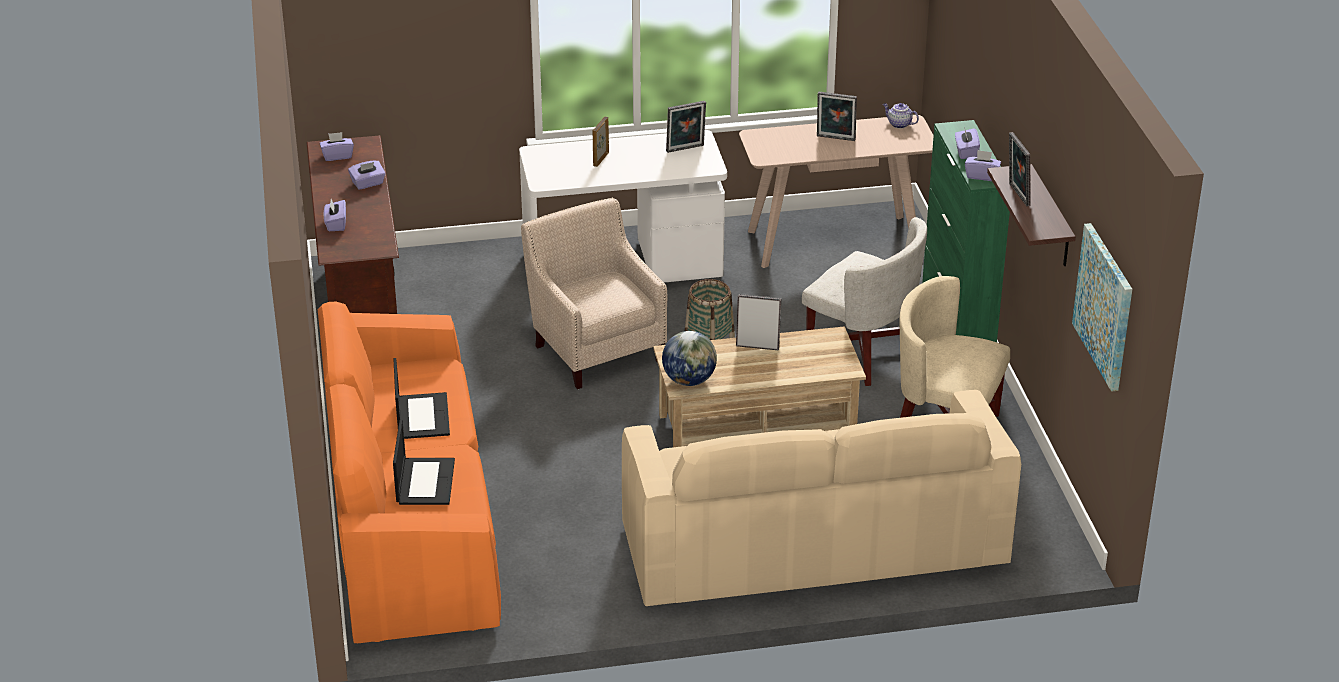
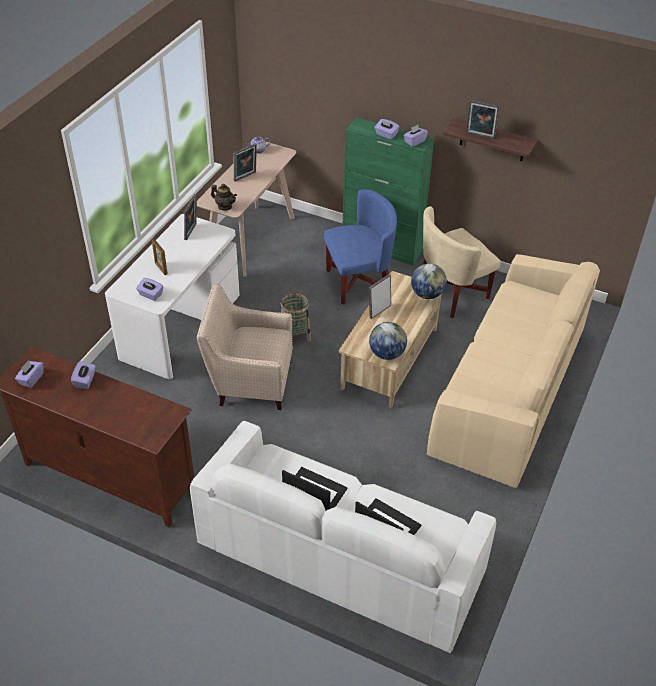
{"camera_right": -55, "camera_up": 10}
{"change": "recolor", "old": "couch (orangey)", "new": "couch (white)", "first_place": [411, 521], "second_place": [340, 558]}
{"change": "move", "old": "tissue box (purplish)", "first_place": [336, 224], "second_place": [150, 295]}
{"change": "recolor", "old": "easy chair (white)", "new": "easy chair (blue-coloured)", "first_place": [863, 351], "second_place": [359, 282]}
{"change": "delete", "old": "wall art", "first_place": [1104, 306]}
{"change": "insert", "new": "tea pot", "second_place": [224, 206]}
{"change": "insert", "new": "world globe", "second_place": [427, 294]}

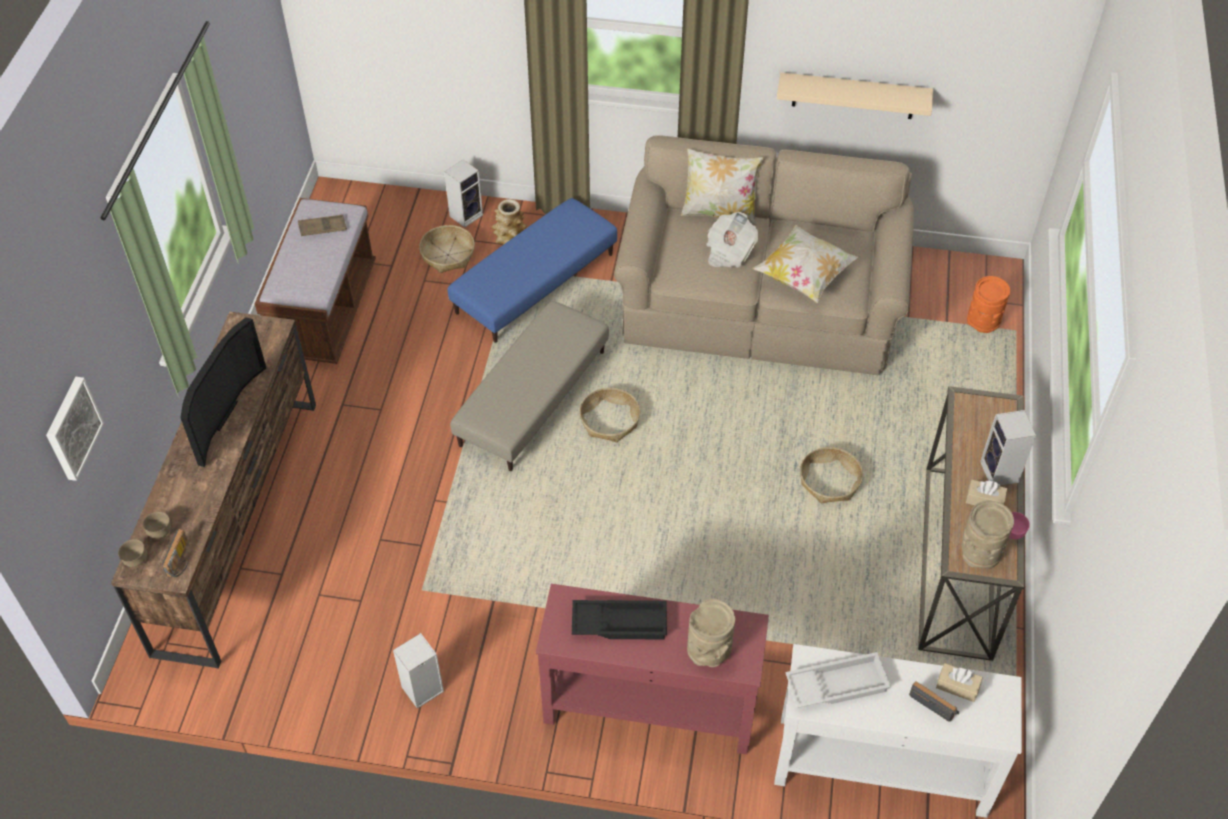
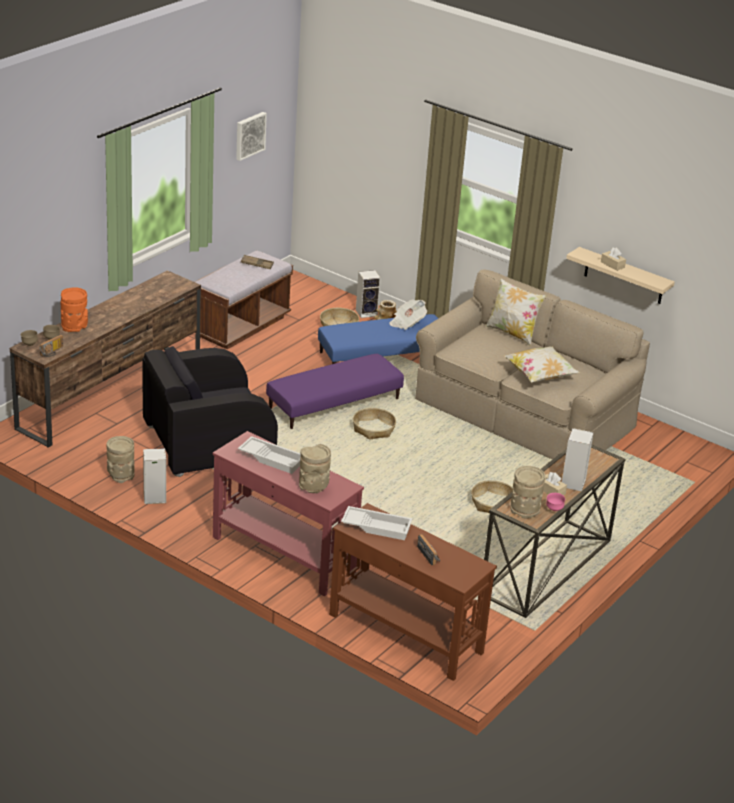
{"camera_right": 25, "camera_up": -20}
{"change": "move", "old": "wall art", "first_place": [71, 428], "second_place": [249, 135]}
{"change": "delete", "old": "TV set", "first_place": [218, 414]}
{"change": "recolor", "old": "pouffe (beige)", "new": "pouffe (purplish)", "first_place": [532, 397], "second_place": [334, 403]}
{"change": "recolor", "old": "carrying tray (black-coloured)", "new": "carrying tray (white)", "first_place": [620, 622], "second_place": [272, 458]}
{"change": "move", "old": "printed paper", "first_place": [728, 251], "second_place": [407, 323]}
{"change": "recolor", "old": "hall table (white)", "new": "hall table (brown)", "first_place": [880, 765], "second_place": [405, 633]}
{"change": "move", "old": "tissue box (beige)", "first_place": [957, 686], "second_place": [612, 265]}
{"change": "move", "old": "decorative vase (orangey)", "first_place": [984, 320], "second_place": [75, 326]}
{"change": "insert", "new": "decorative vase (beige)", "second_place": [120, 475]}
{"change": "insert", "new": "easy chair (black-coloured)", "second_place": [207, 443]}

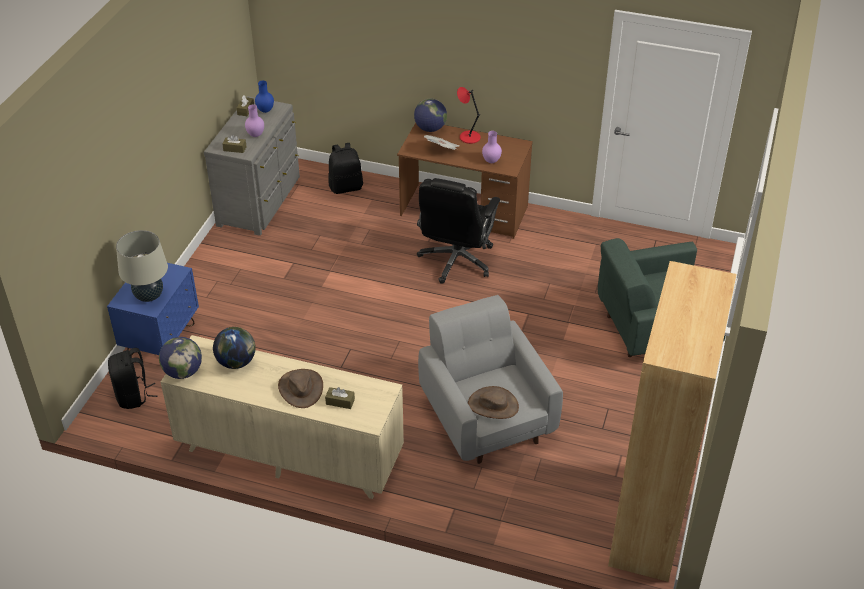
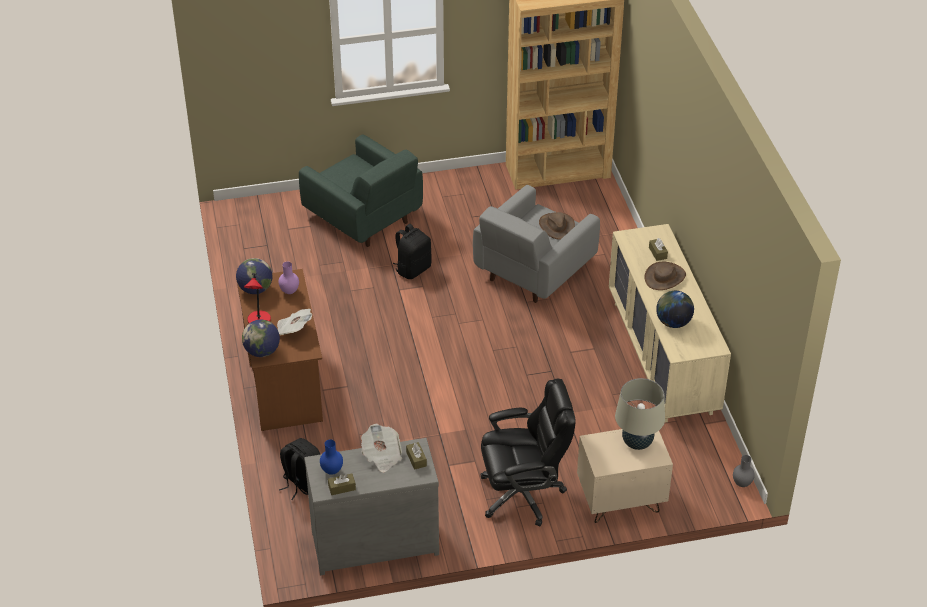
{"camera_right": -120, "camera_up": 0}
{"change": "recolor", "old": "nightstand (blue-coloured)", "new": "nightstand (beige)", "first_place": [161, 340], "second_place": [620, 502]}
{"change": "move", "old": "backpack (black-coloured)", "first_place": [133, 396], "second_place": [413, 269]}
{"change": "move", "old": "world globe", "first_place": [183, 372], "second_place": [255, 289]}
{"change": "replace", "old": "decorative vase (purplish)", "new": "printed paper", "first_place": [255, 135], "second_place": [382, 456]}
{"change": "move", "old": "office chair (black-coloured)", "first_place": [456, 261], "second_place": [523, 494]}
{"change": "insert", "new": "decorative vase (gray)", "second_place": [741, 484]}

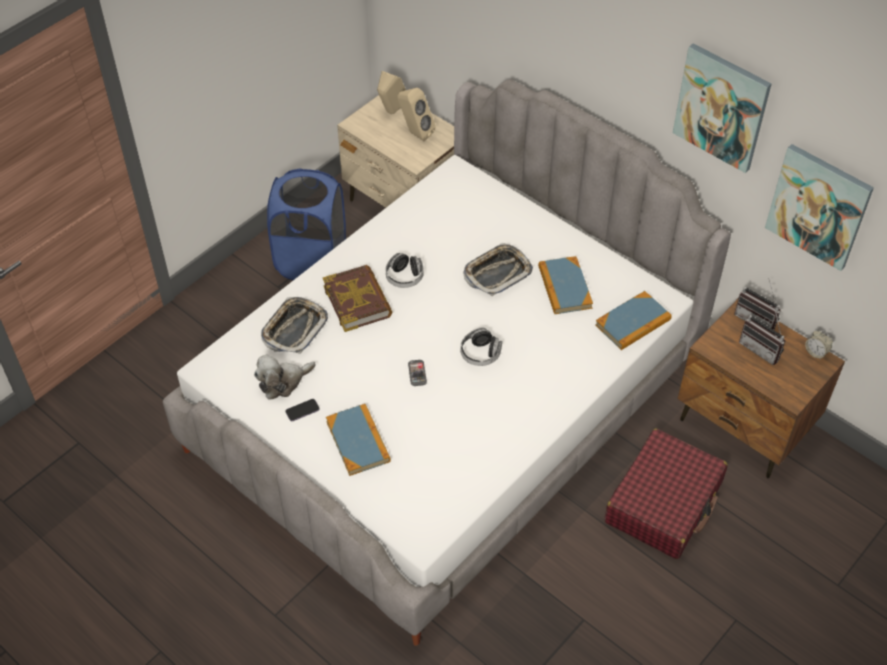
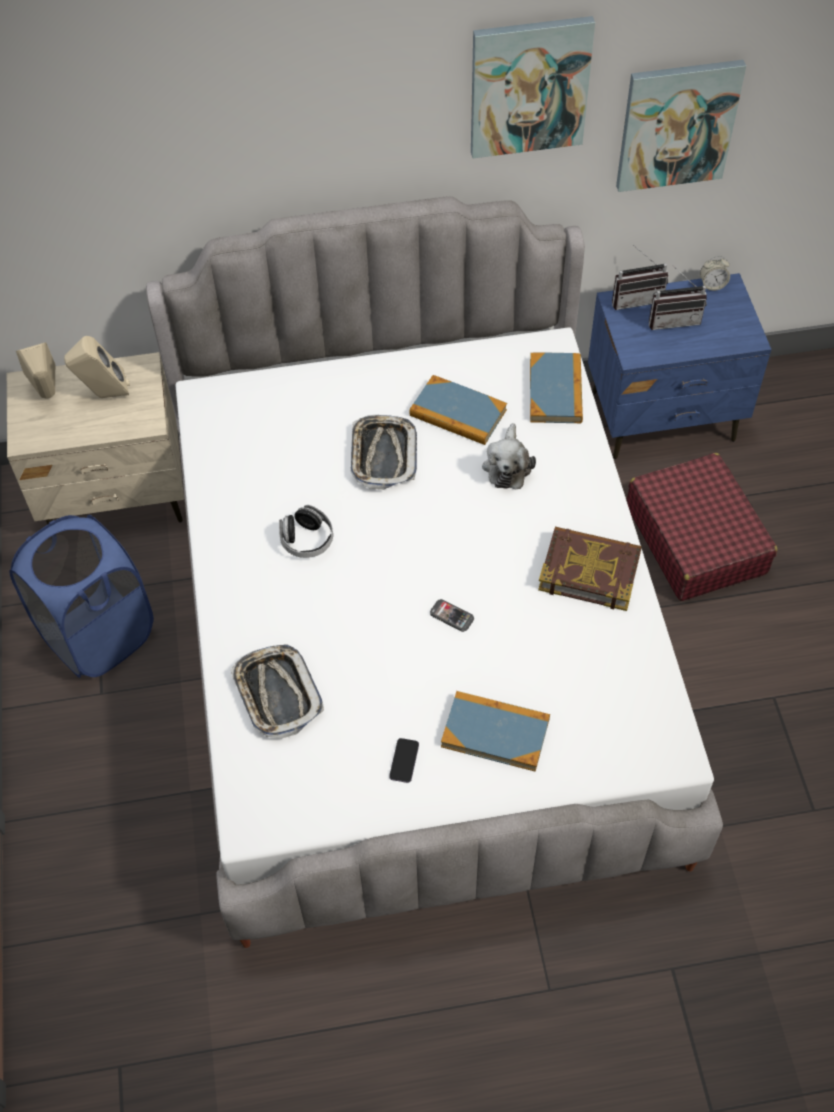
{"camera_right": -50, "camera_up": 5}
{"change": "move", "old": "soft toy", "first_place": [283, 382], "second_place": [507, 465]}
{"change": "move", "old": "bound book", "first_place": [358, 301], "second_place": [589, 571]}
{"change": "delete", "old": "headphones", "first_place": [480, 354]}
{"change": "recolor", "old": "nightstand (brown)", "new": "nightstand (blue-coloured)", "first_place": [744, 426], "second_place": [664, 416]}

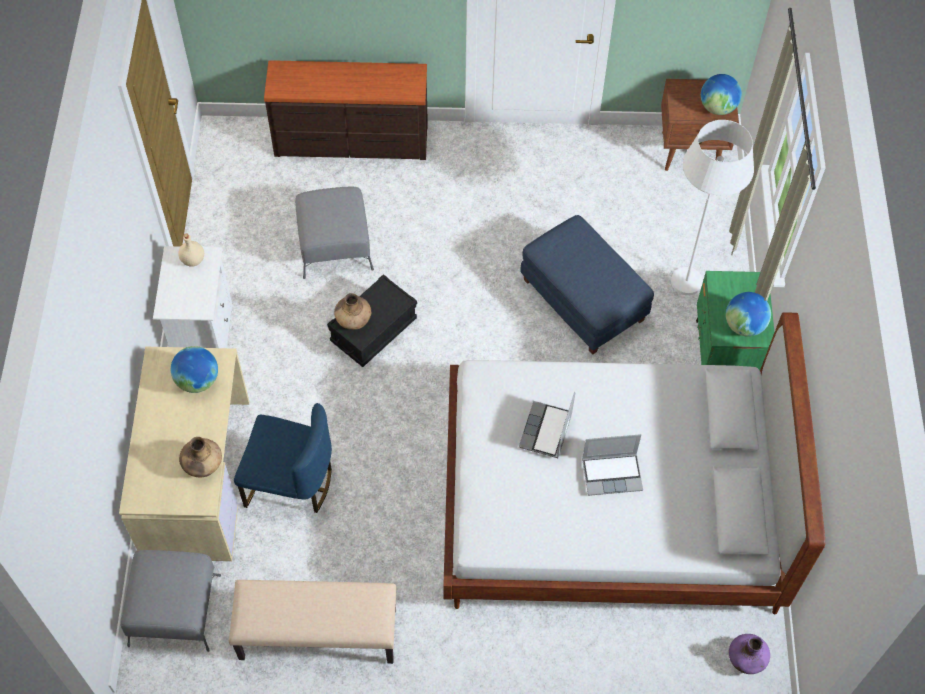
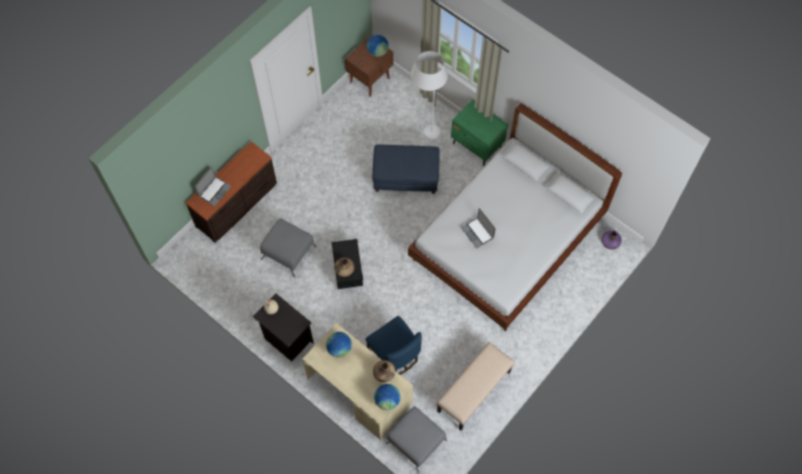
{"camera_right": -50, "camera_up": 5}
{"change": "recolor", "old": "nightstand (white)", "new": "nightstand (black-coloured)", "first_place": [203, 335], "second_place": [287, 339]}
{"change": "rotate", "old": "plain chair (blue-coloured)", "first_place": [290, 483], "second_place": [394, 354], "degrees": 90}
{"change": "move", "old": "portable computer", "first_place": [612, 473], "second_place": [215, 191]}
{"change": "move", "old": "world globe", "first_place": [744, 325], "second_place": [387, 400]}

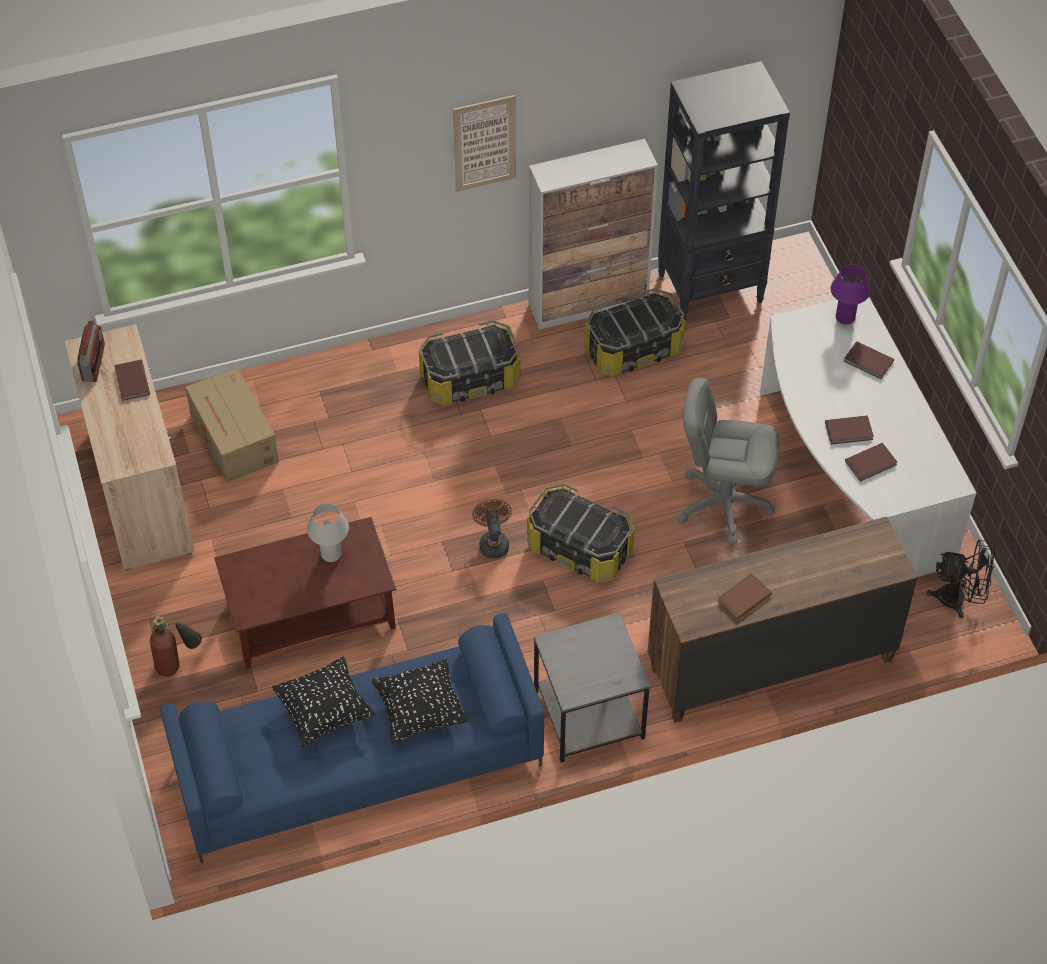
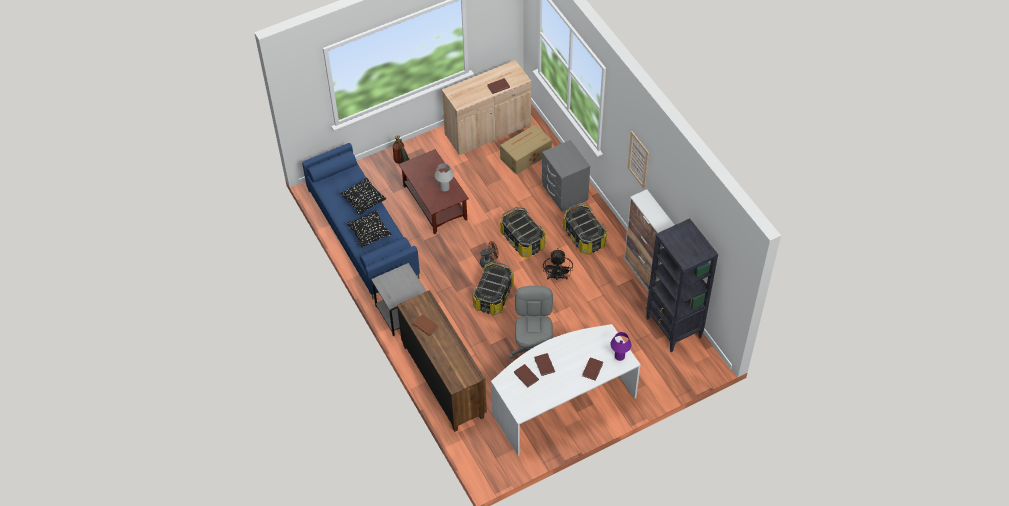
{"camera_right": 80, "camera_up": 0}
{"change": "delete", "old": "radio set", "first_place": [94, 363]}
{"change": "move", "old": "storage container", "first_place": [633, 348], "second_place": [523, 239]}
{"change": "move", "old": "fan (black-coloured)", "first_place": [959, 599], "second_place": [557, 277]}
{"change": "insert", "new": "nightstand (gray)", "second_place": [564, 193]}

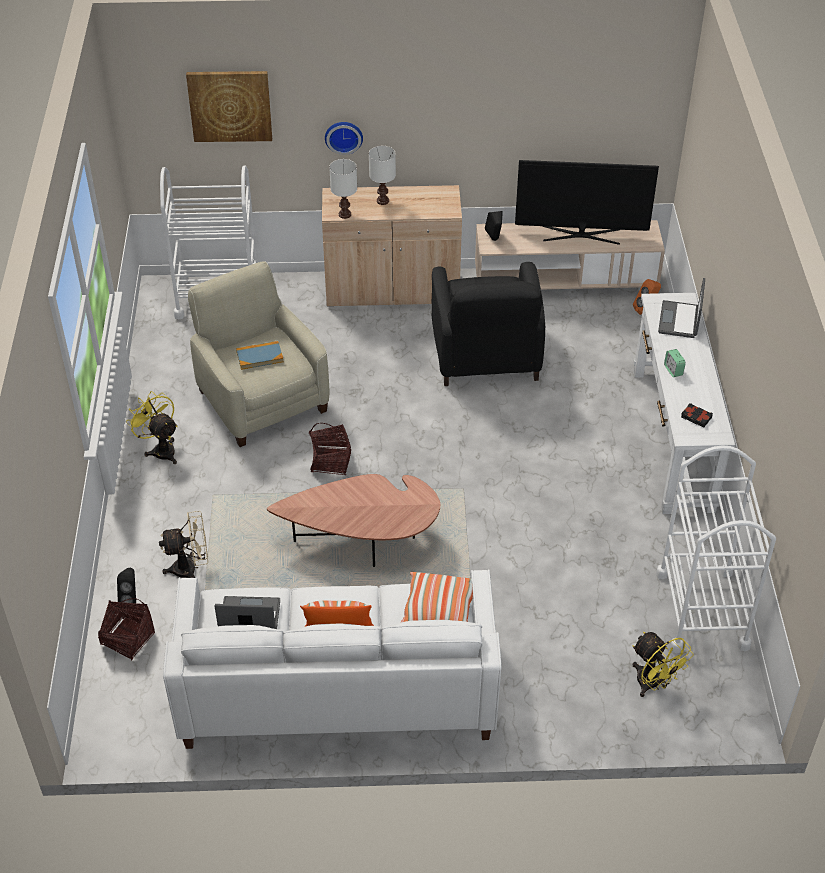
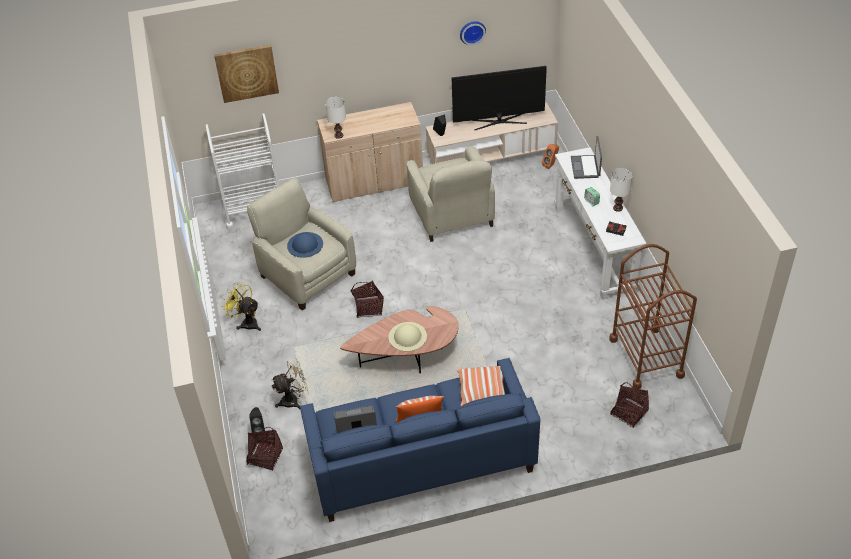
{"camera_right": -10, "camera_up": 0}
{"change": "recolor", "old": "couch (white)", "new": "couch (blue-coloured)", "first_place": [336, 688], "second_place": [420, 459]}
{"change": "replace", "old": "bound book", "new": "hat (blue-coloured)", "first_place": [259, 357], "second_place": [305, 244]}
{"change": "move", "old": "hanging clock", "first_place": [343, 136], "second_place": [472, 31]}
{"change": "move", "old": "tabletop lamp (white)", "first_place": [382, 201], "second_place": [617, 208]}
{"change": "recolor", "old": "easy chair (black-coloured)", "new": "easy chair (beige)", "first_place": [485, 354], "second_place": [452, 214]}
{"change": "replace", "old": "fan (yellow)", "new": "basket", "first_place": [653, 684], "second_place": [629, 412]}
{"change": "recolor", "old": "wheeled cart (white)", "new": "wheeled cart (brown)", "first_place": [702, 609], "second_place": [646, 357]}
{"change": "insert", "new": "hat (beige)", "second_place": [407, 336]}

